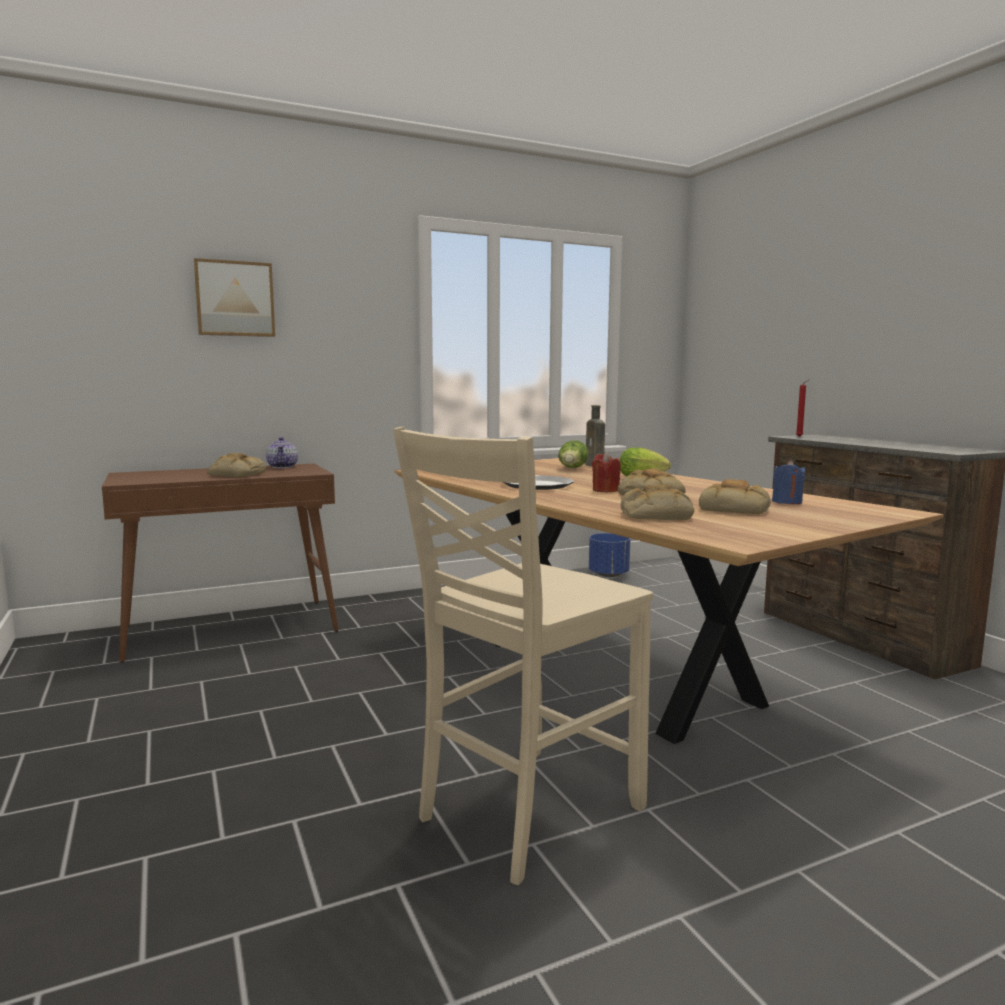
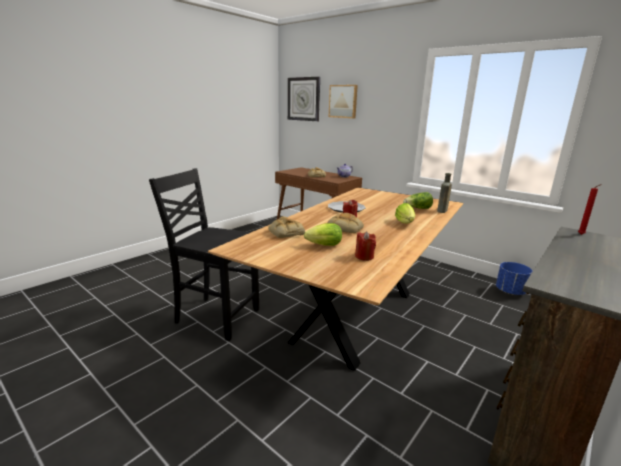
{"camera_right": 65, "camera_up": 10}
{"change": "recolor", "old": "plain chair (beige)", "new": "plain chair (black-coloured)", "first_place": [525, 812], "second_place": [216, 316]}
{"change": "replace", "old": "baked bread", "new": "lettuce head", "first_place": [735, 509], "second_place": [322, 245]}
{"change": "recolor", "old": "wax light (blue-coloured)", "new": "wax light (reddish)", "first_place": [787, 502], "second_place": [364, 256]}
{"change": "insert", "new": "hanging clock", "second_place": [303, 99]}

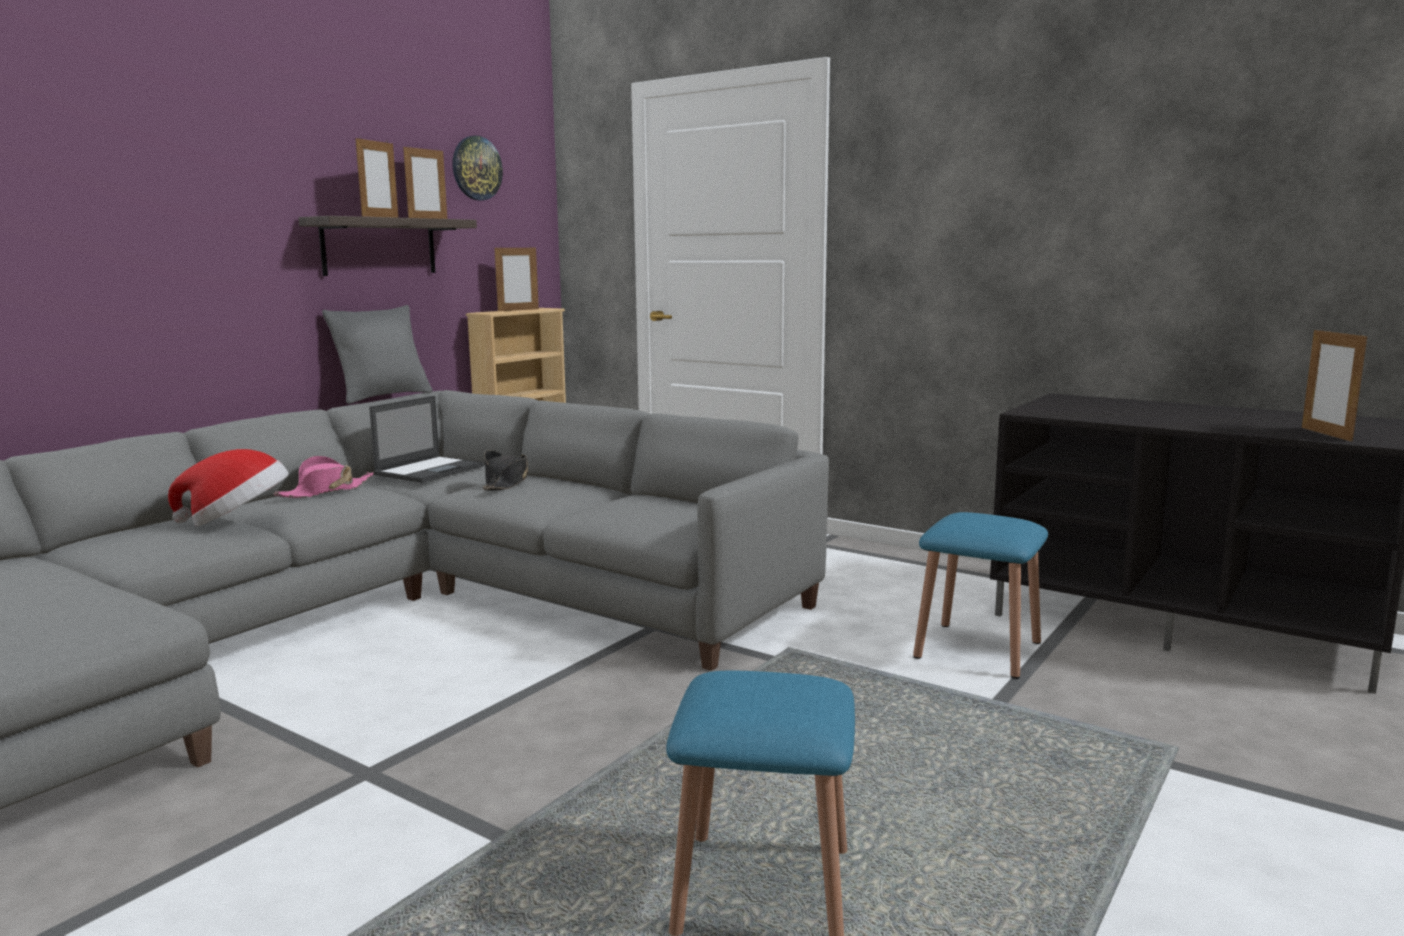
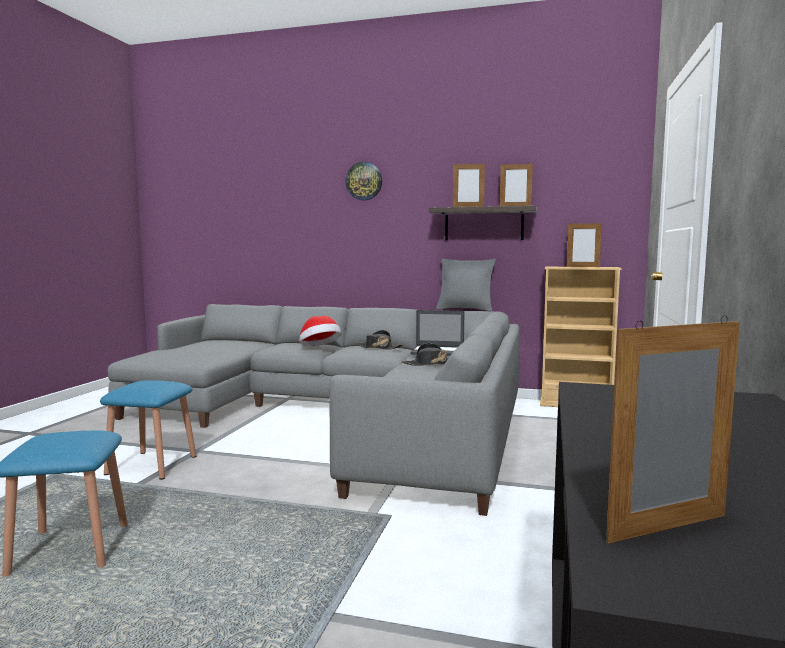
{"camera_right": 70, "camera_up": -5}
{"change": "recolor", "old": "hat (pinkish)", "new": "hat (black-coloured)", "first_place": [325, 491], "second_place": [378, 348]}
{"change": "move", "old": "hanging clock", "first_place": [476, 168], "second_place": [364, 181]}
{"change": "move", "old": "stool (blue-coloured)", "first_place": [977, 649], "second_place": [152, 465]}

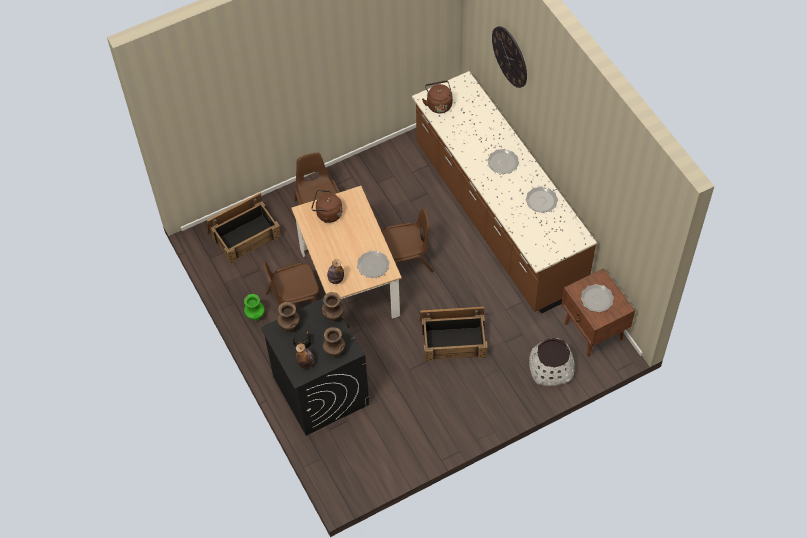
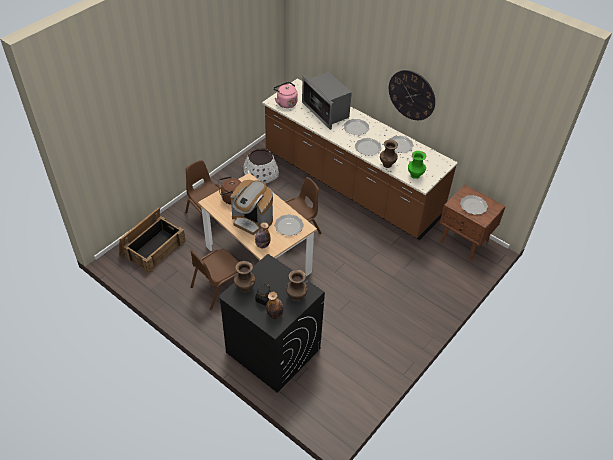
{"camera_right": -25, "camera_up": -10}
{"change": "move", "old": "decorative vase (green-coloured)", "first_place": [255, 316], "second_place": [415, 176]}
{"change": "move", "old": "decorative vase (brown)", "first_place": [333, 316], "second_place": [387, 164]}
{"change": "delete", "old": "crate", "first_place": [453, 338]}
{"change": "recolor", "old": "water kettle (brown)", "new": "water kettle (pinkish)", "first_place": [438, 104], "second_place": [285, 102]}
{"change": "move", "old": "hanging clock", "first_place": [510, 56], "second_place": [411, 95]}
{"change": "move", "old": "planter (white)", "first_place": [551, 368], "second_place": [261, 174]}
{"change": "insert", "new": "coffee machine", "second_place": [252, 221]}
{"change": "insert", "new": "microwave", "second_place": [326, 111]}
{"change": "insert", "new": "flat dish", "second_place": [368, 148]}

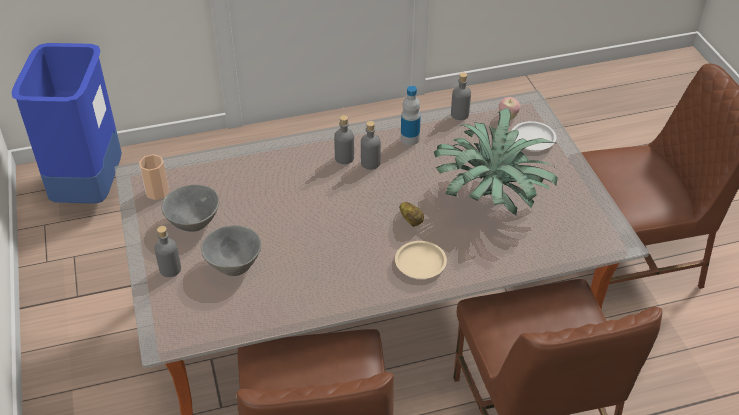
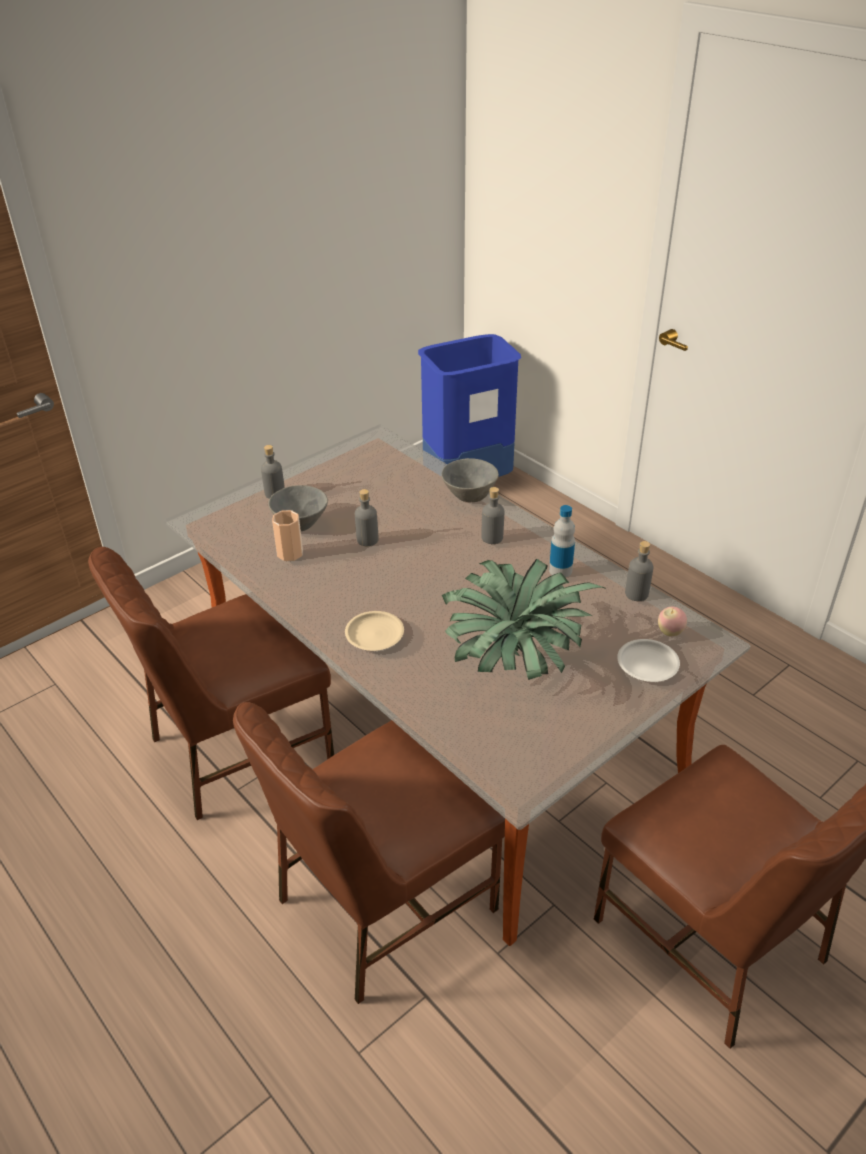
{"camera_right": 65, "camera_up": -5}
{"change": "move", "old": "drinking cup", "first_place": [157, 192], "second_place": [290, 553]}
{"change": "move", "old": "bowl (gray)", "first_place": [193, 222], "second_place": [469, 494]}
{"change": "move", "old": "beverage bottle (gray)", "first_place": [370, 163], "second_place": [367, 540]}
{"change": "delete", "old": "spud", "first_place": [411, 220]}

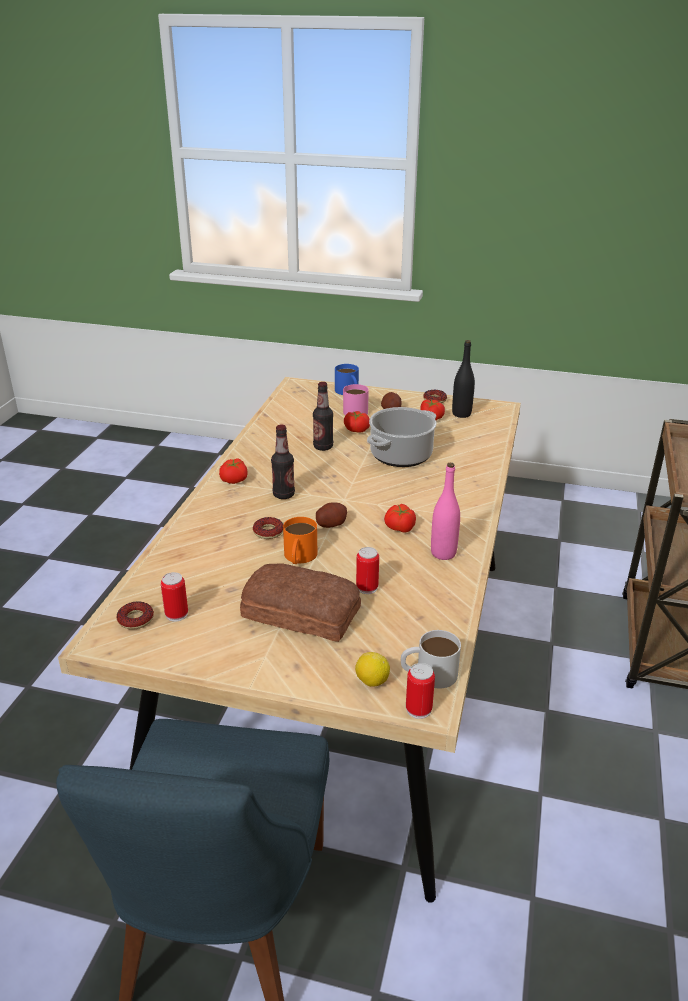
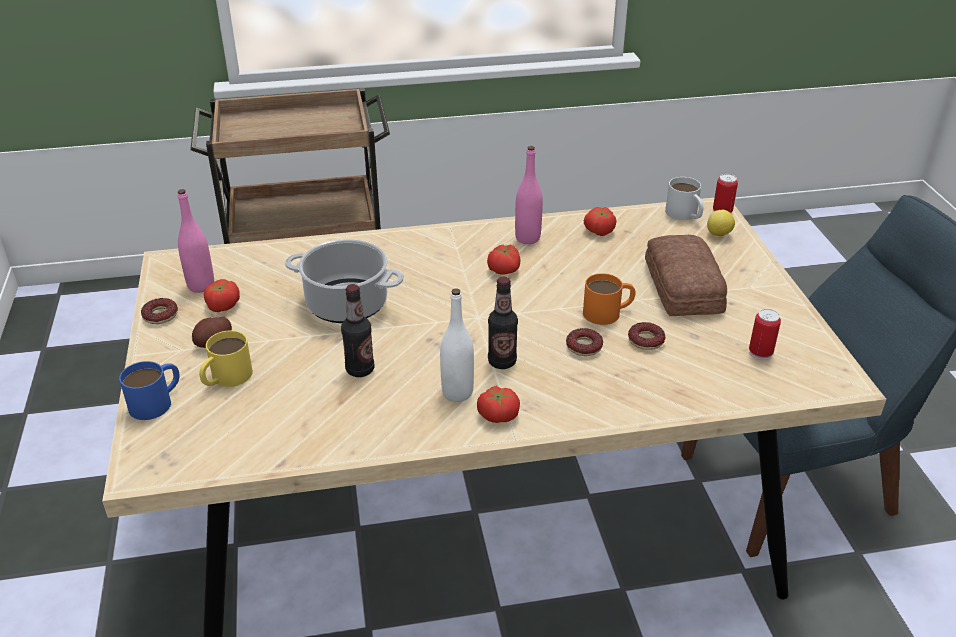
{"camera_right": -115, "camera_up": 5}
{"change": "move", "old": "ring doughnut", "first_place": [136, 619], "second_place": [645, 340]}
{"change": "delete", "old": "spud", "first_place": [331, 524]}
{"change": "recolor", "old": "coffee mug (pinkish)", "new": "coffee mug (yellow)", "first_place": [352, 410], "second_place": [226, 378]}
{"change": "move", "old": "whole tomato", "first_place": [357, 429], "second_place": [599, 231]}
{"change": "delete", "old": "can", "first_place": [367, 587]}
{"change": "recolor", "old": "beverage bottle (black-coloured)", "new": "beverage bottle (pinkish)", "first_place": [461, 414], "second_place": [201, 285]}
{"change": "insert", "new": "beverage bottle (white)", "second_place": [457, 392]}

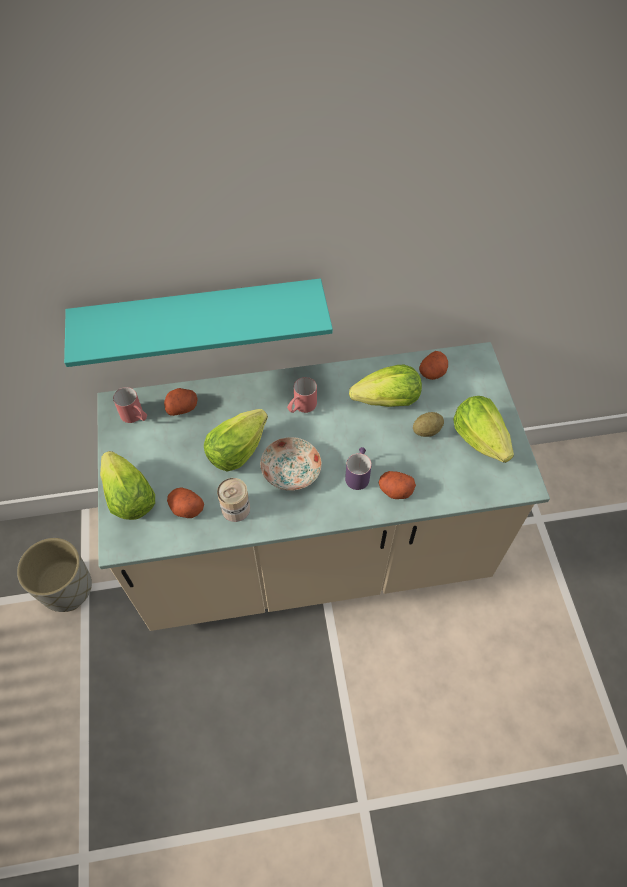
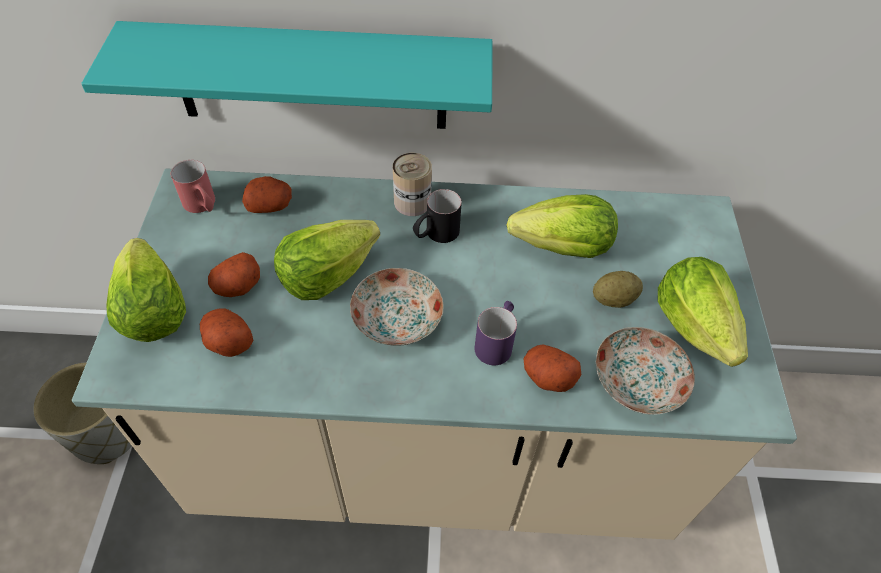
{"camera_right": 10, "camera_up": -5}
{"change": "move", "old": "can", "first_place": [235, 508], "second_place": [412, 202]}
{"change": "recolor", "old": "coffee mug (reddish)", "new": "coffee mug (black-coloured)", "first_place": [301, 407], "second_place": [435, 235]}
{"change": "move", "old": "spud", "first_place": [432, 372], "second_place": [237, 286]}
{"change": "insert", "new": "flat dish", "second_place": [639, 381]}

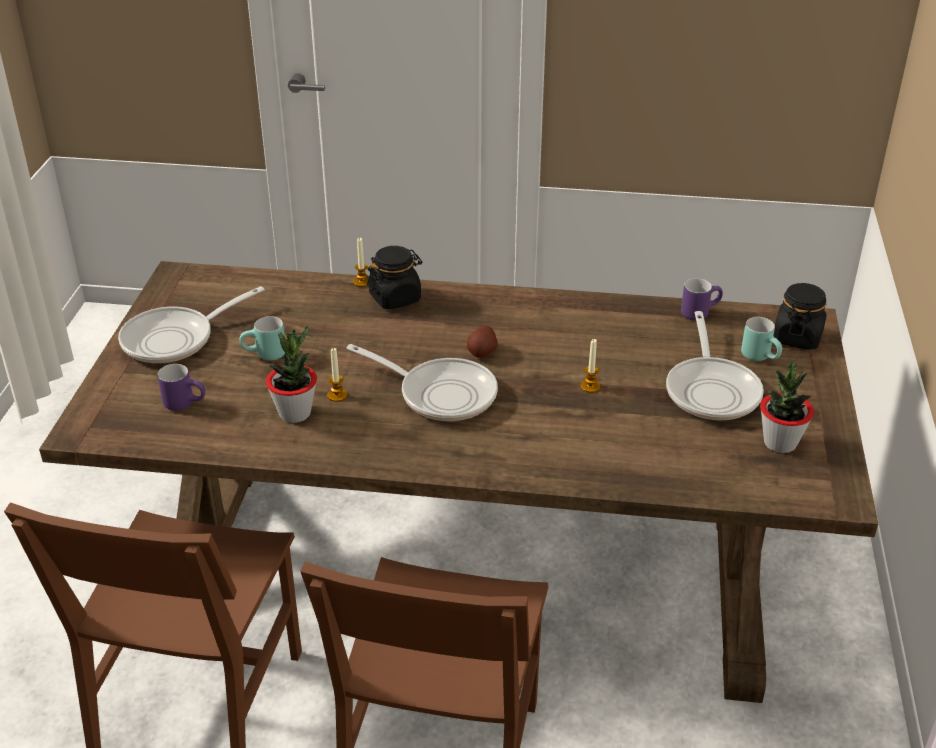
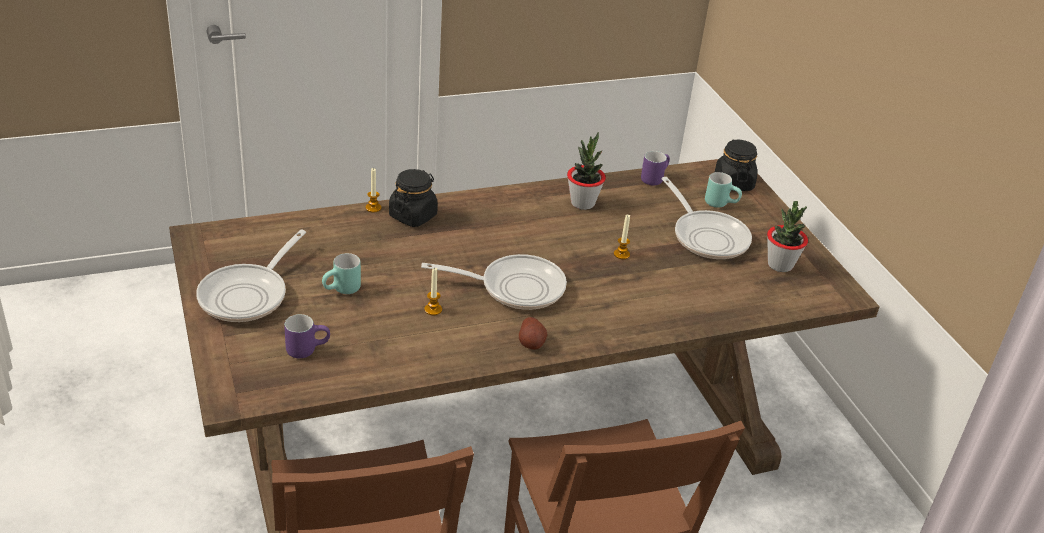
{"camera_right": -30, "camera_up": 0}
{"change": "move", "old": "houseplant", "first_place": [295, 413], "second_place": [582, 203]}
{"change": "move", "old": "spud", "first_place": [482, 352], "second_place": [531, 343]}

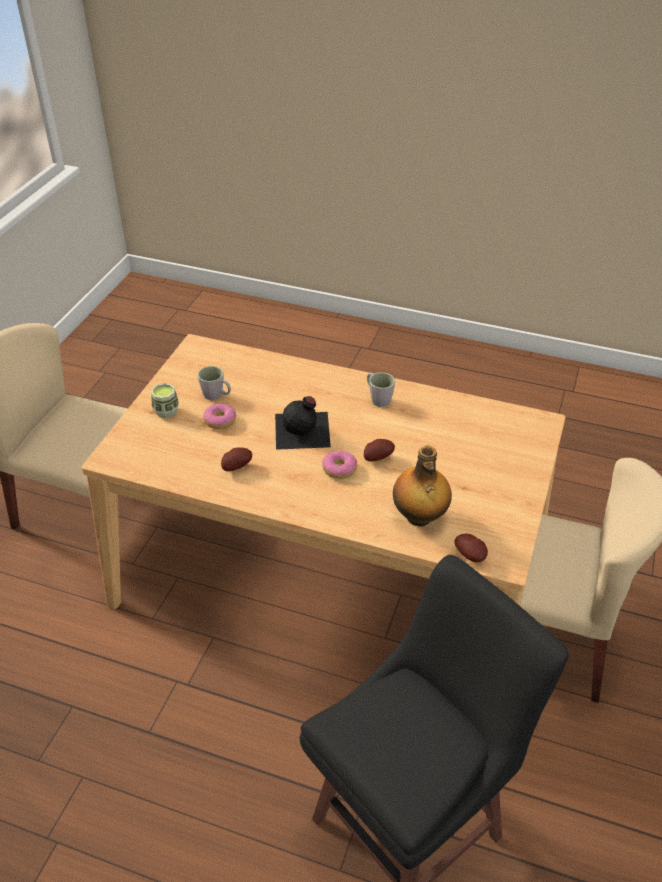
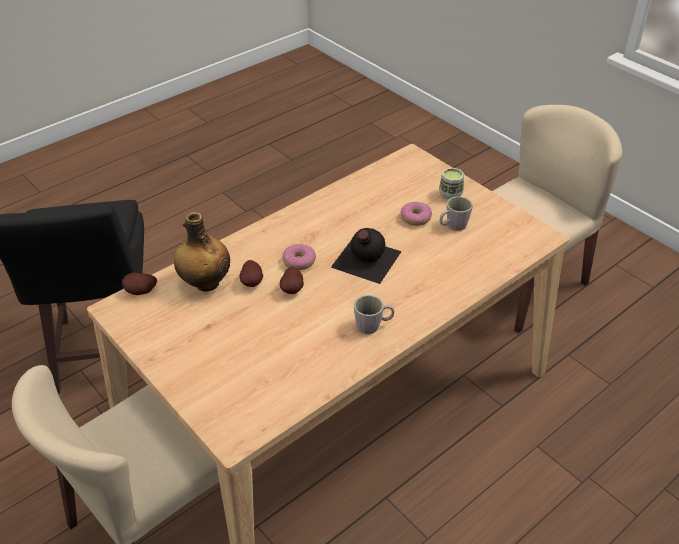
{"camera_right": 120, "camera_up": 0}
{"change": "move", "old": "spud", "first_place": [236, 466], "second_place": [253, 282]}

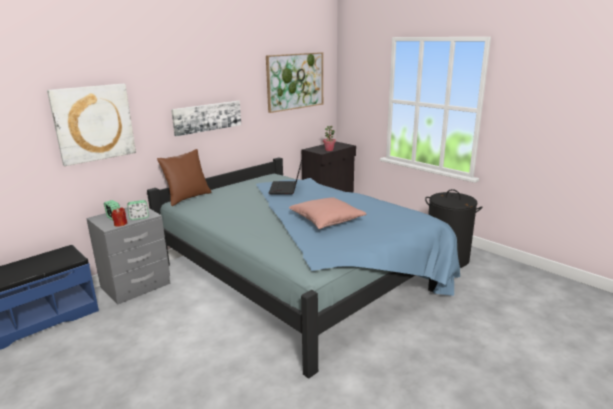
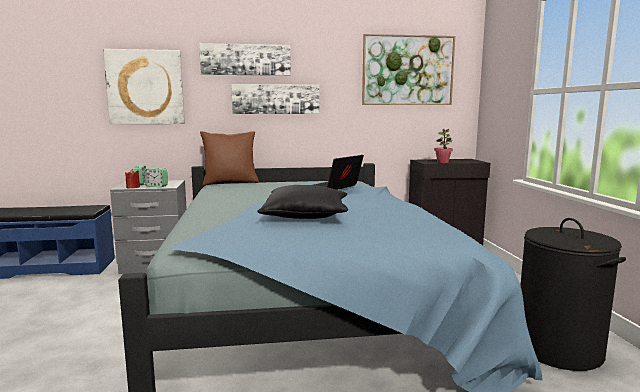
{"camera_right": 35, "camera_up": -10}
{"change": "recolor", "old": "throw pillow (pinkish)", "new": "throw pillow (black-coloured)", "first_place": [326, 221], "second_place": [306, 215]}
{"change": "insert", "new": "wall art", "second_place": [245, 60]}

